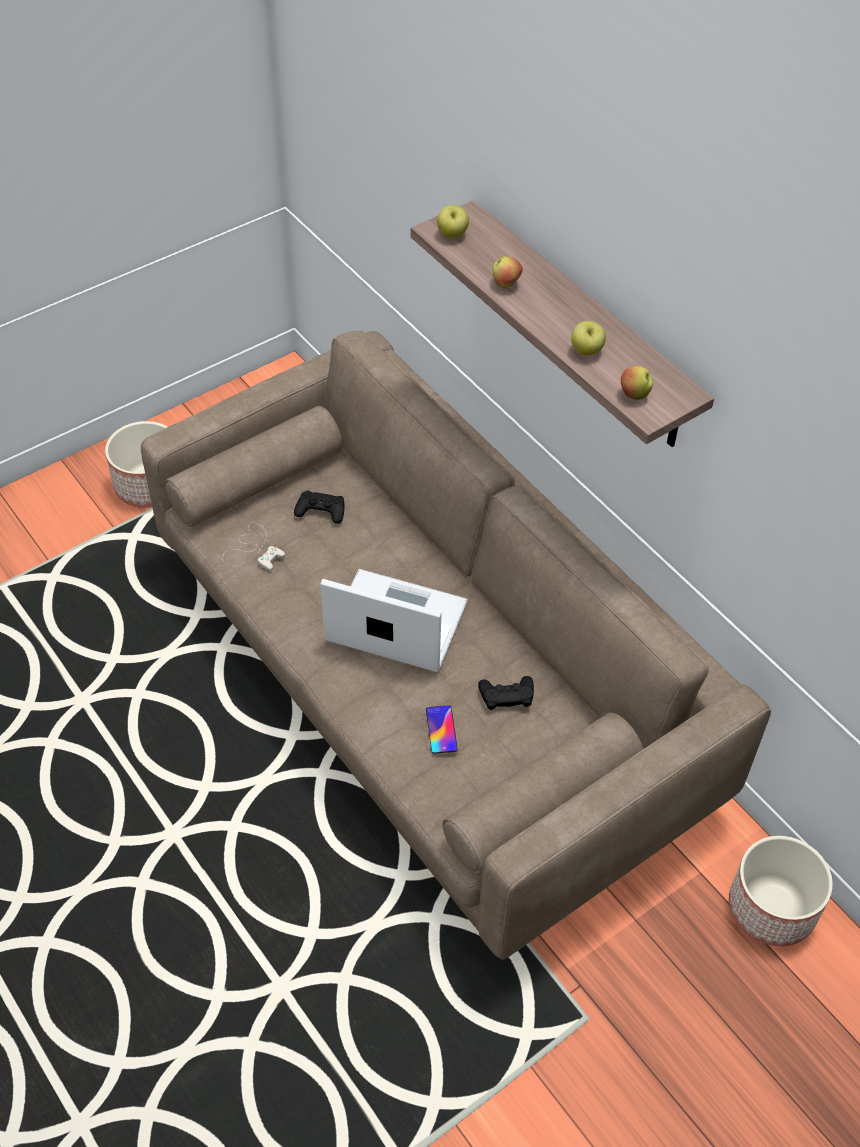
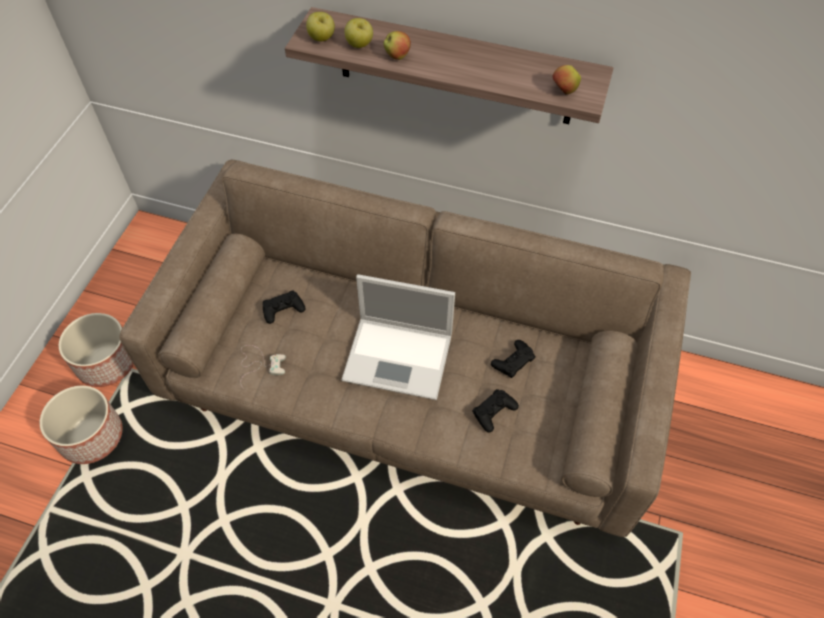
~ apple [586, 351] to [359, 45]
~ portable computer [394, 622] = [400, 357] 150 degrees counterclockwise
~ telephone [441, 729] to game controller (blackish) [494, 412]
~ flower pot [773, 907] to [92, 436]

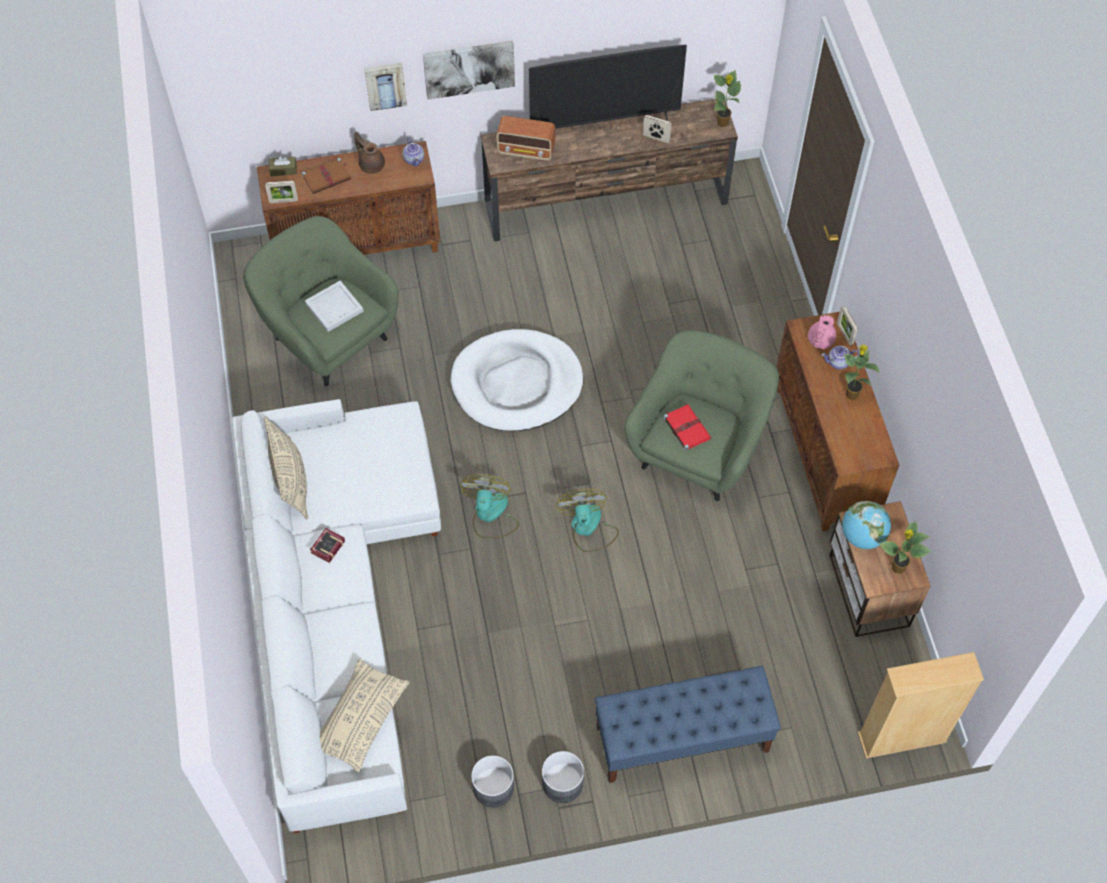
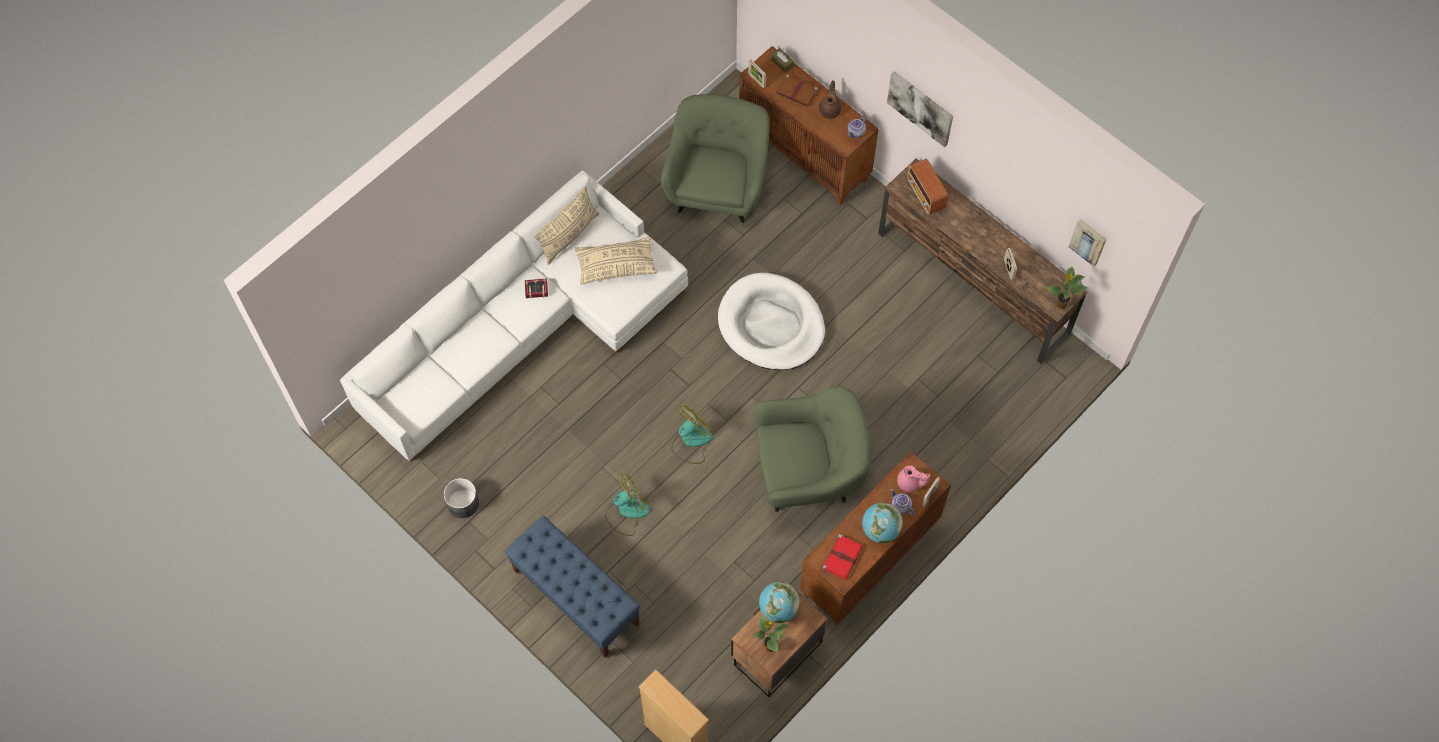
- television [604, 124]
~ wall picture [385, 85] to [1088, 241]
- carrying tray (white) [334, 307]
~ teapot (pink) [819, 340] = [910, 483] 150 degrees counterclockwise
~ plant in a pot [851, 393] to world globe [880, 530]
~ volume (reddish) [686, 427] to [842, 557]
~ fan [490, 515] to [627, 512]
~ throw pillow (beige-coloured) [360, 720] to [616, 265]
- flower pot (greyish) [562, 783]

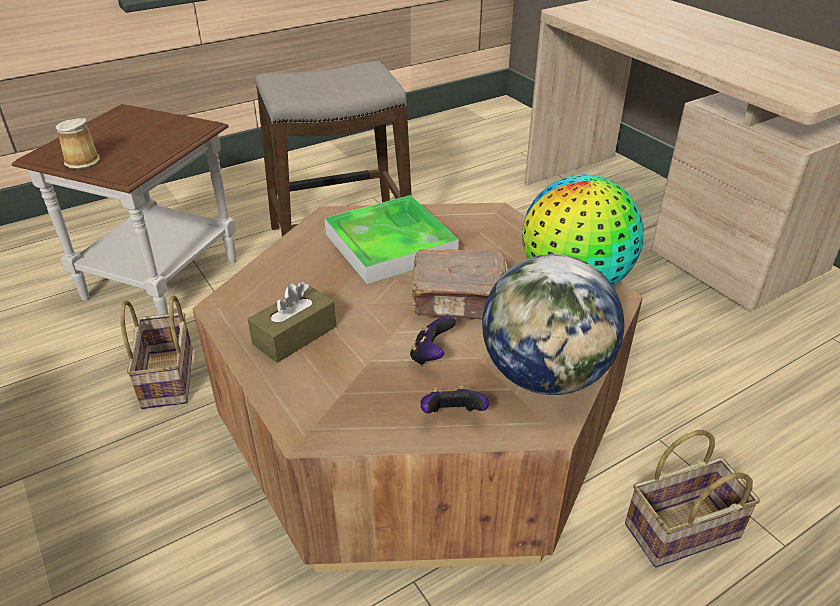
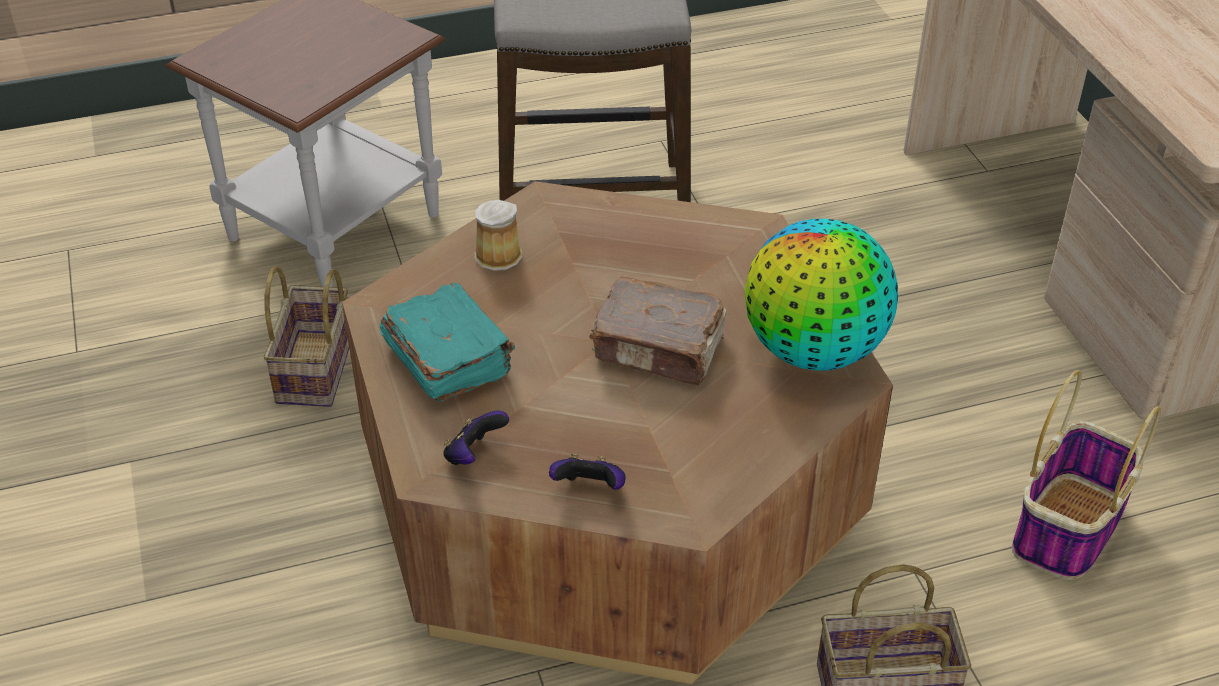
~ mug [81, 161] to [497, 254]
- carrying tray [390, 245]
- world globe [545, 376]
~ tissue box (brown-coloured) [295, 335] to volume (turquoise) [448, 358]
~ game controller [431, 355] to [474, 455]
+ basket [1067, 530]

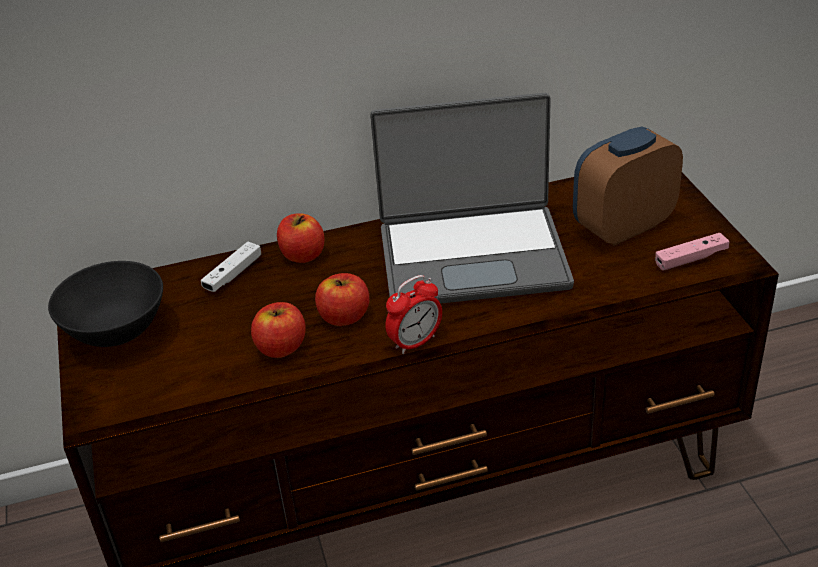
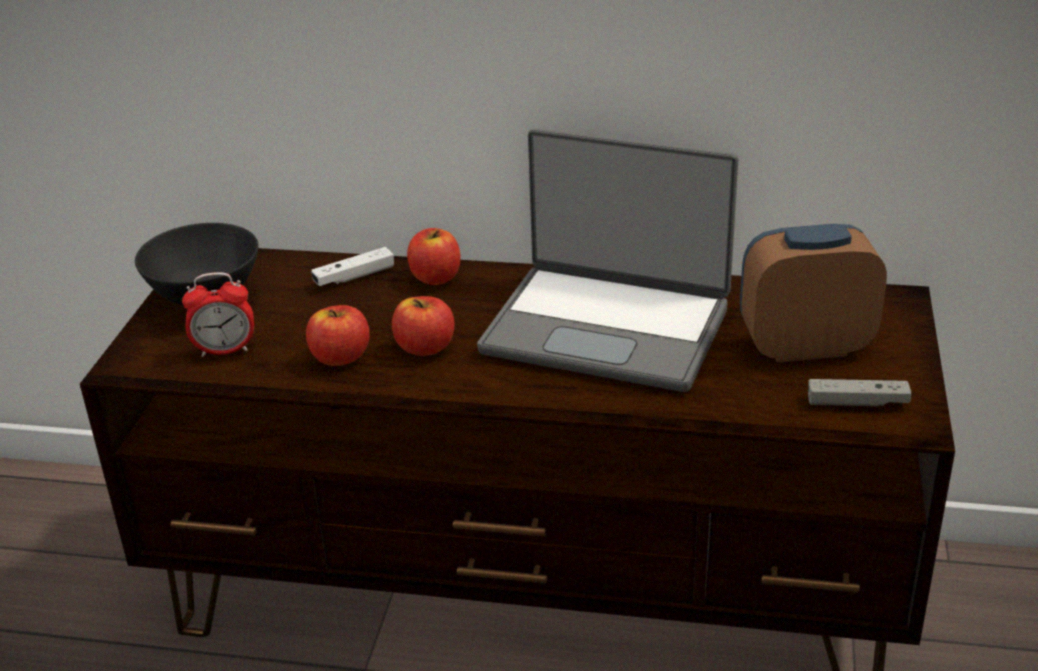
~ game controller (pink) [691, 259] to game controller (greyish) [857, 402]
~ alarm clock [415, 342] to [225, 350]

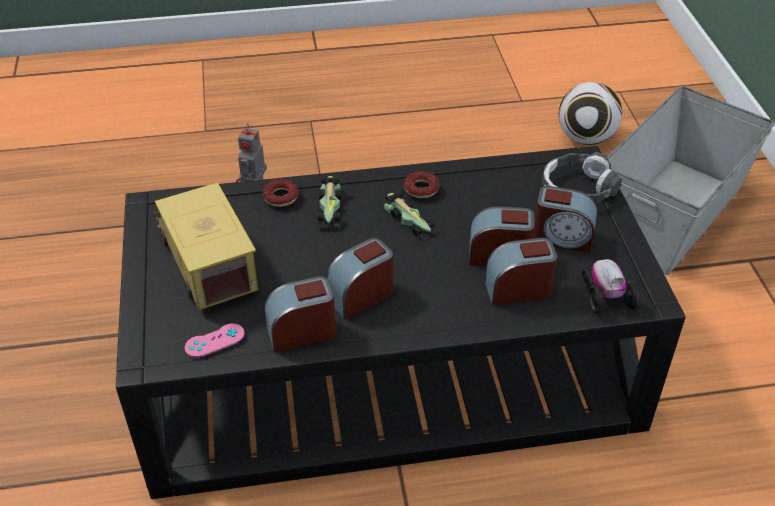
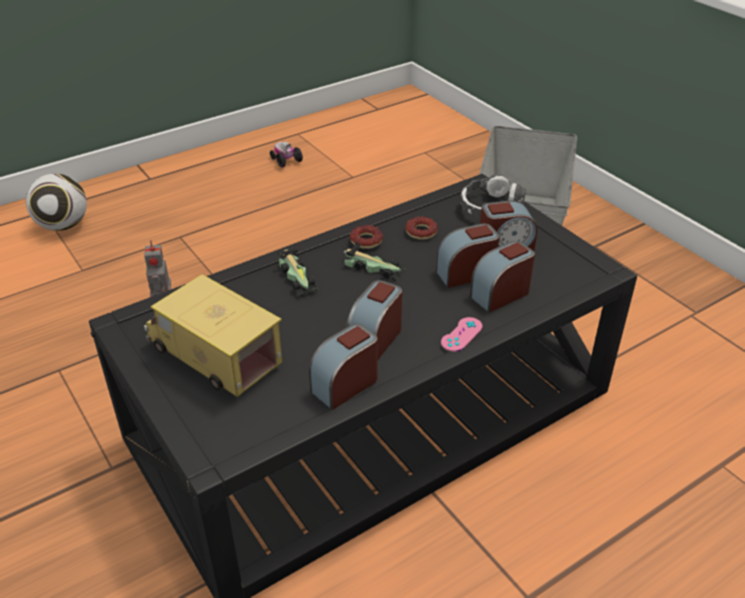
~ football [585, 138] to [63, 225]
~ ring doughnut [281, 197] to [421, 232]
~ toy car [606, 296] to [285, 161]
~ game controller (pink) [214, 341] to [461, 334]

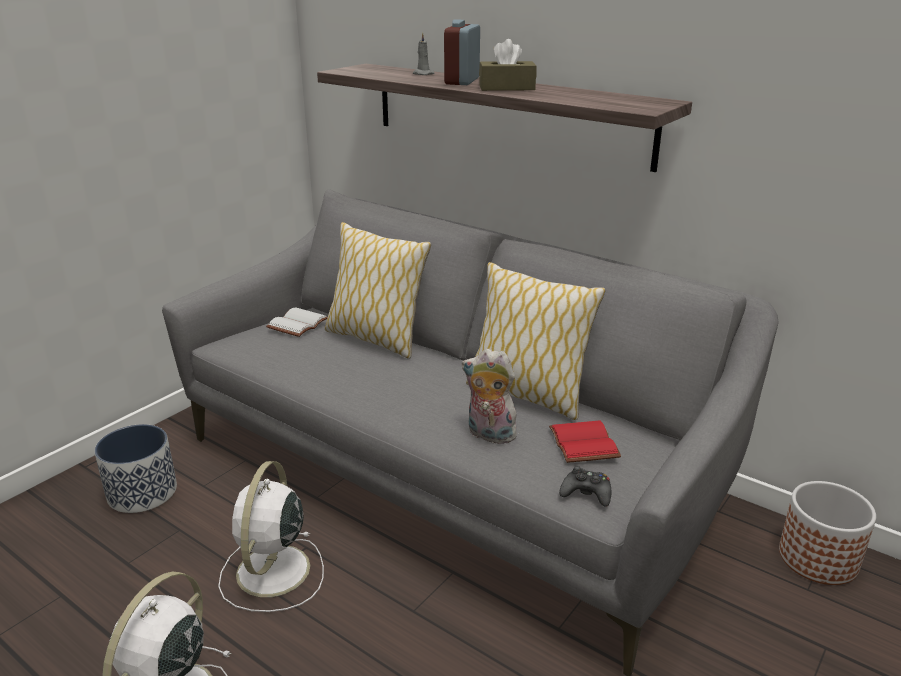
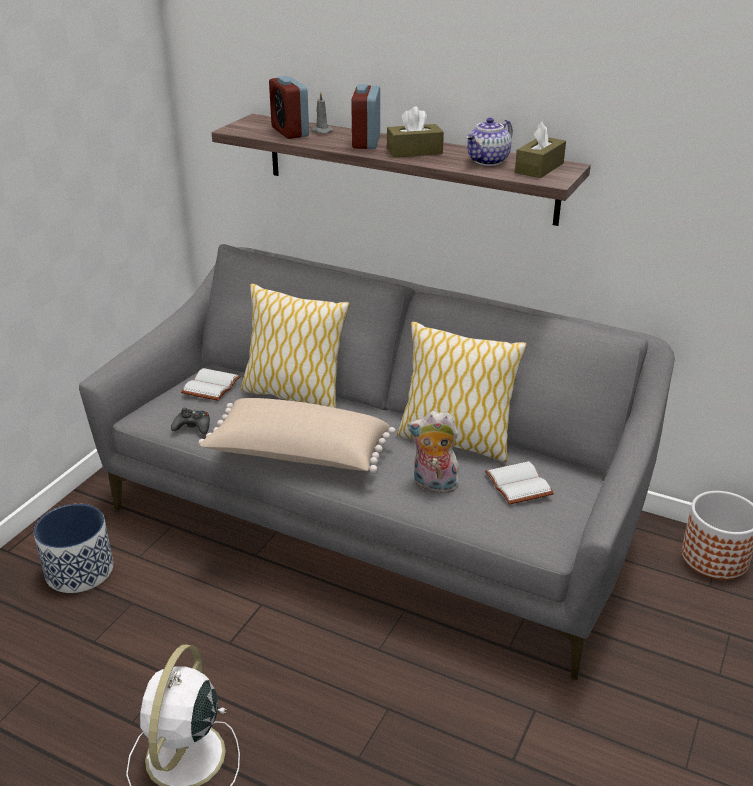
~ volume (reddish) [586, 443] to volume (white) [520, 484]
- fan (white) [272, 573]
~ game controller (blackish) [586, 493] to [193, 427]
+ alarm clock [290, 132]
+ teapot [488, 161]
+ tissue box (brown-coloured) [539, 168]
+ throw pillow (beige-coloured) [298, 456]

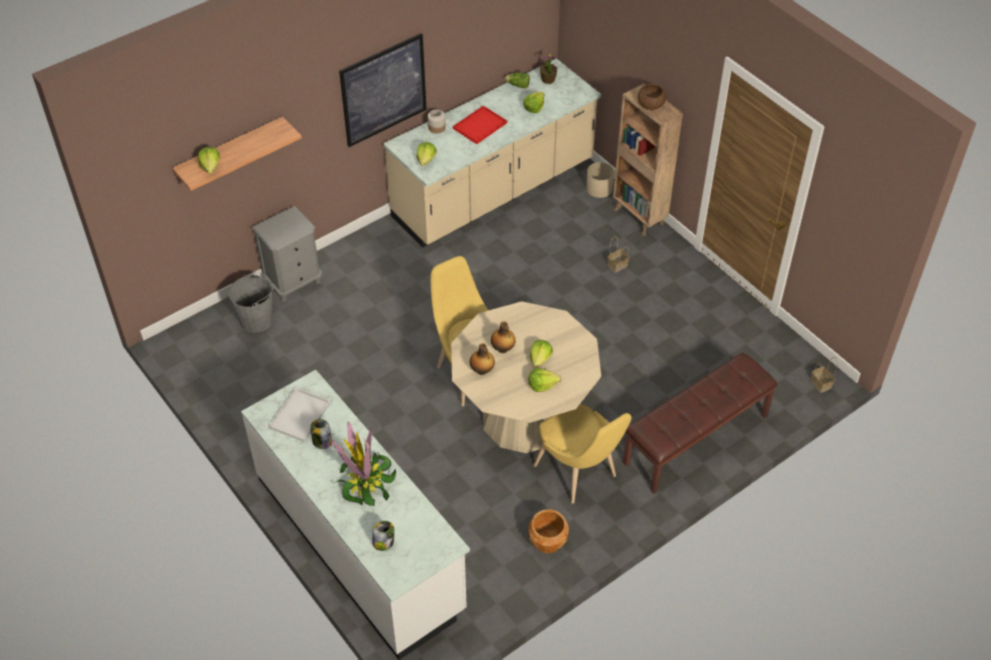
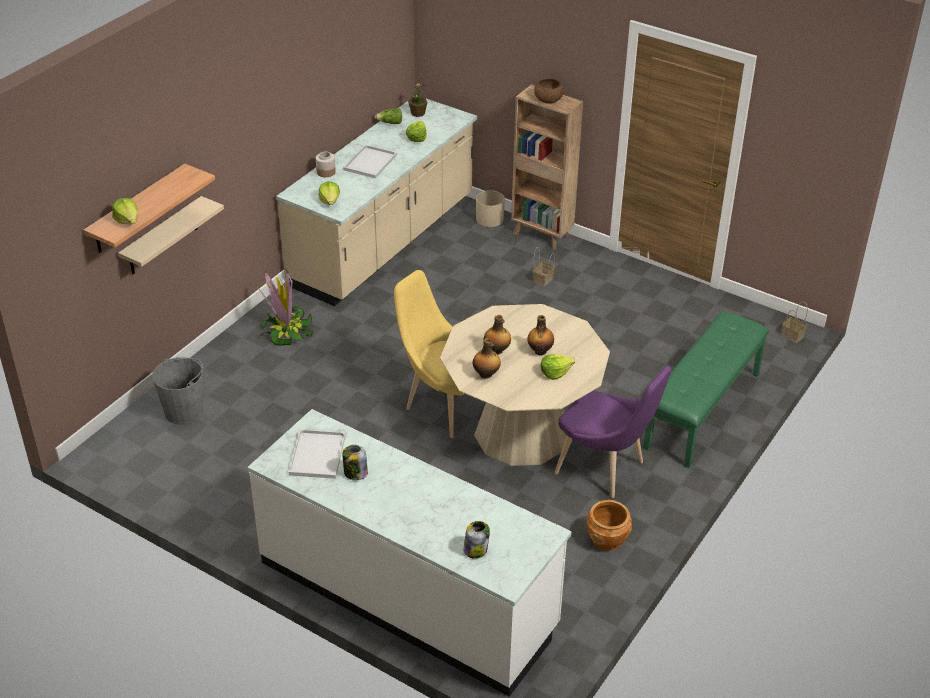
- wall picture [383, 90]
~ carrying tray (reddish) [479, 126] to carrying tray (white) [370, 163]
- bedside table (greyish) [293, 281]
~ lettuce head [540, 359] to beverage bottle [540, 351]
~ indoor bench (brown-coloured) [696, 439] to indoor bench (green-coloured) [703, 411]
~ chair (yellowish) [579, 474] to chair (purplish) [605, 469]
~ plant in a pot [365, 482] to [286, 331]
+ bracket shelf (beige-coloured) [162, 237]

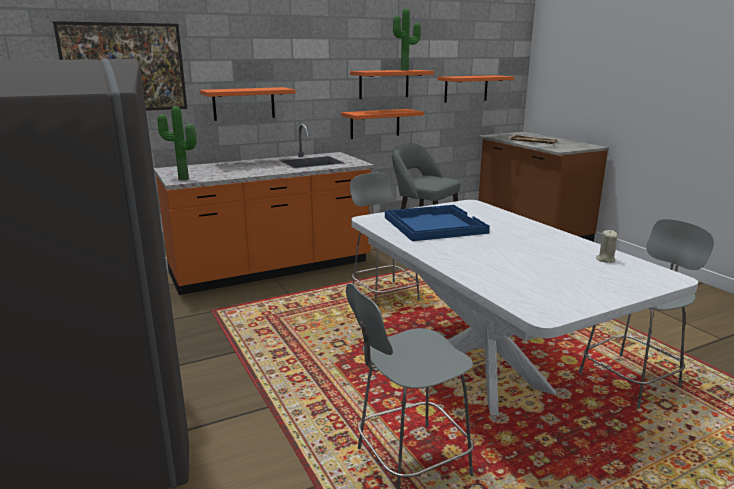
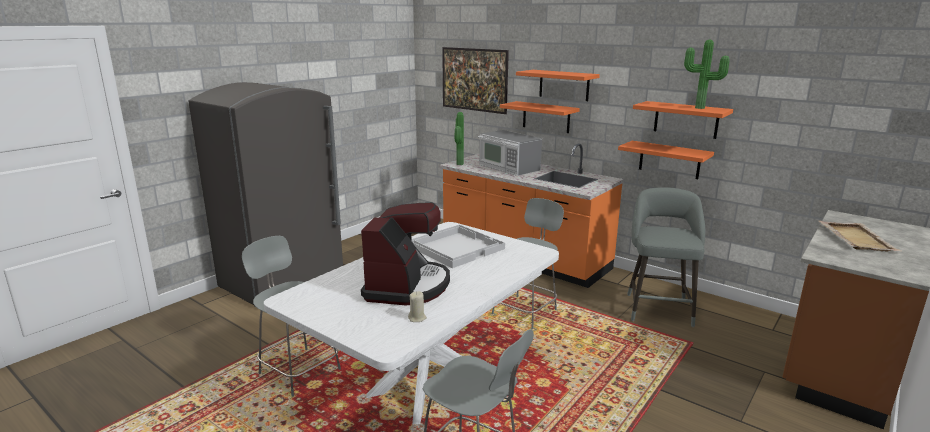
~ bracket shelf (orange-coloured) [466, 88] to [564, 85]
~ carrying tray (blue-coloured) [433, 225] to carrying tray (white) [456, 247]
+ microwave [508, 167]
+ coffee brewer [407, 286]

